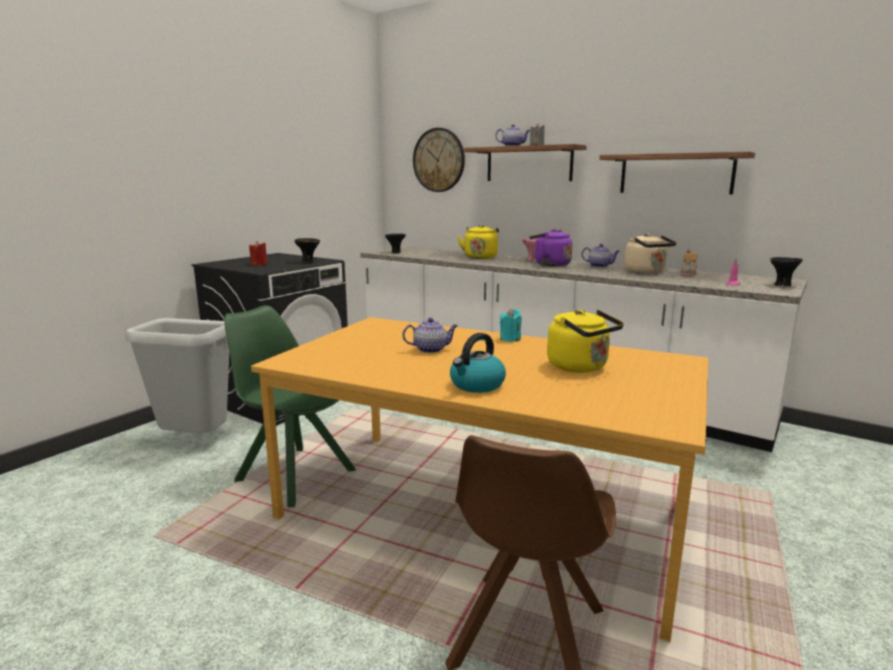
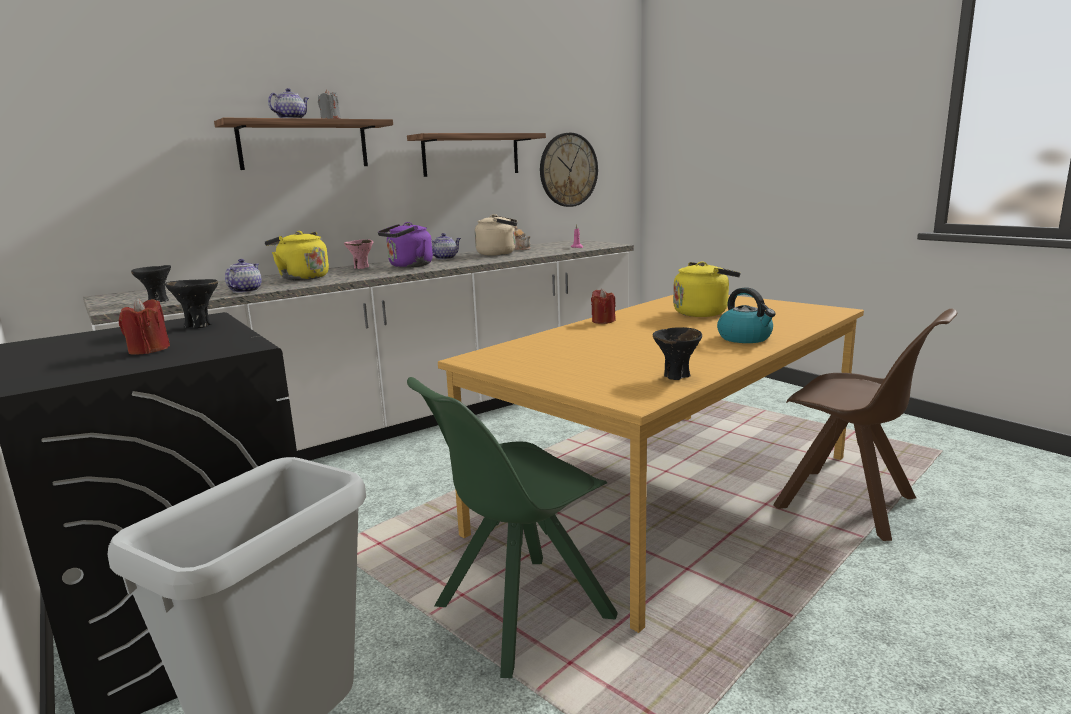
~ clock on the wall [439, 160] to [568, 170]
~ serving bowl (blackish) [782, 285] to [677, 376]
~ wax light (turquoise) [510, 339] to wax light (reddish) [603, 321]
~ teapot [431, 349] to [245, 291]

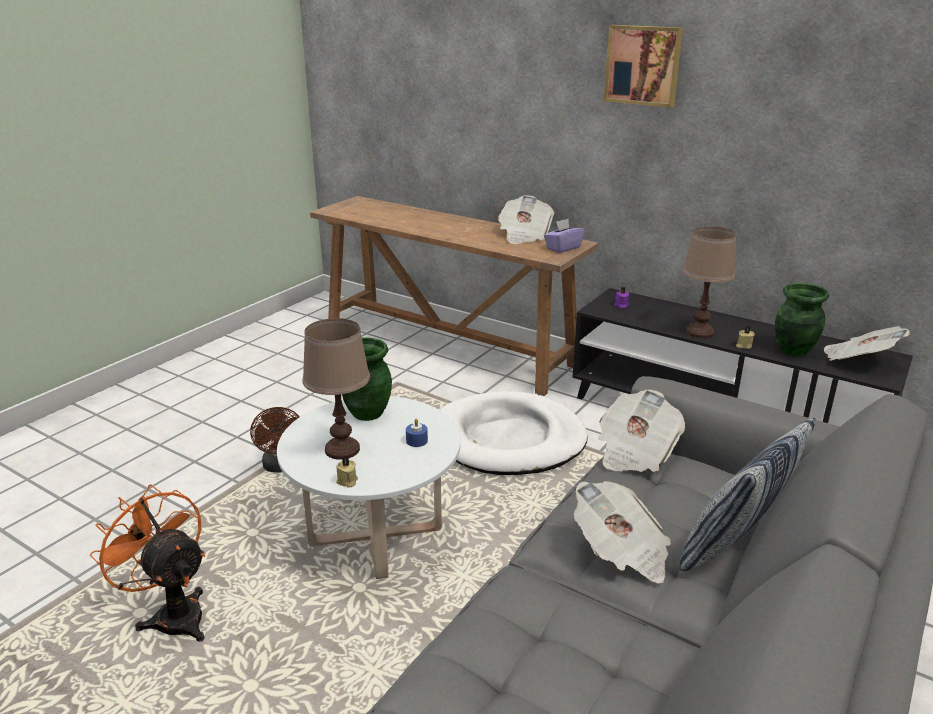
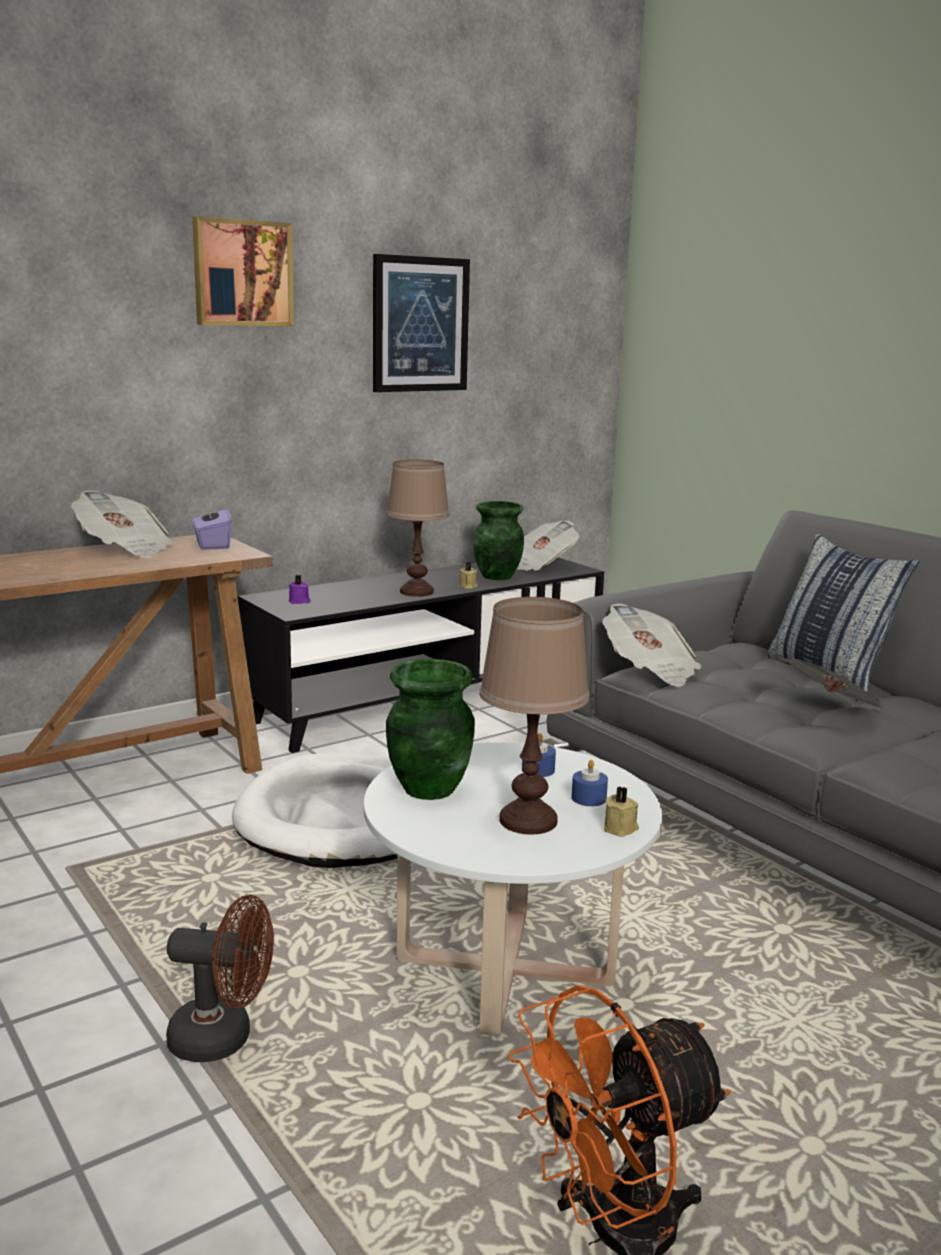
+ wall picture [420, 324]
+ wax light (blue-coloured) [588, 798]

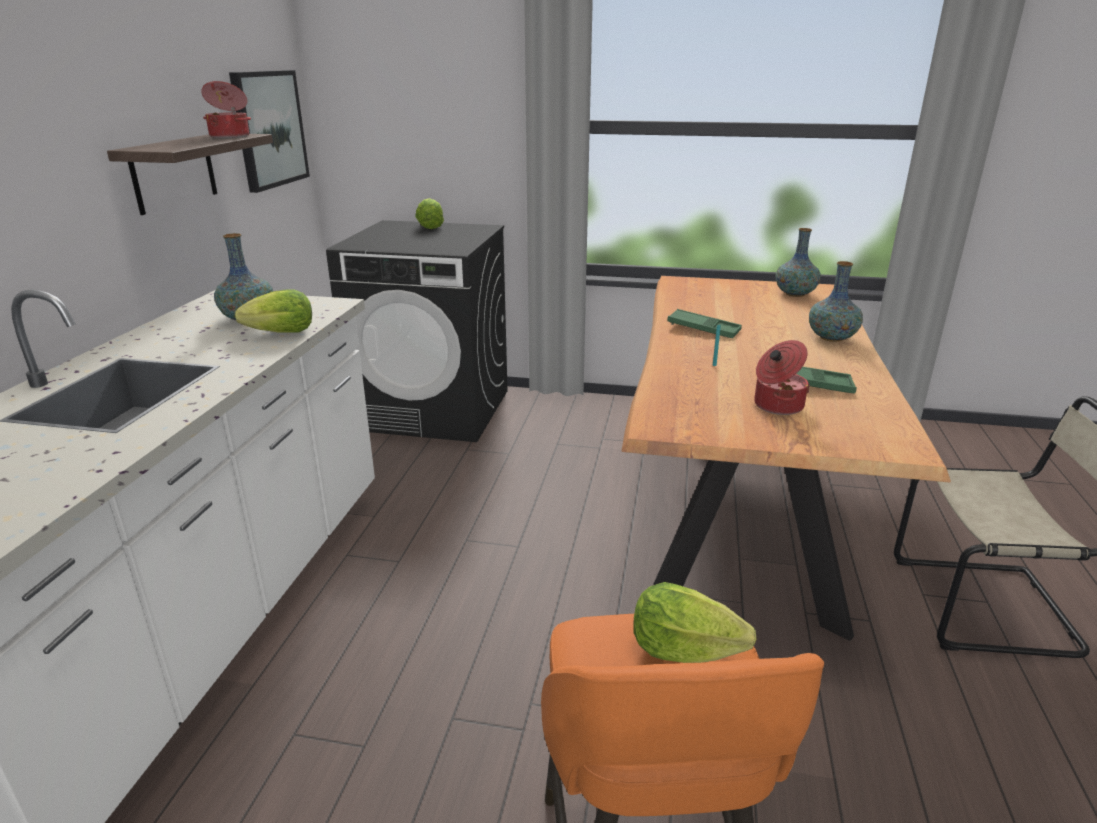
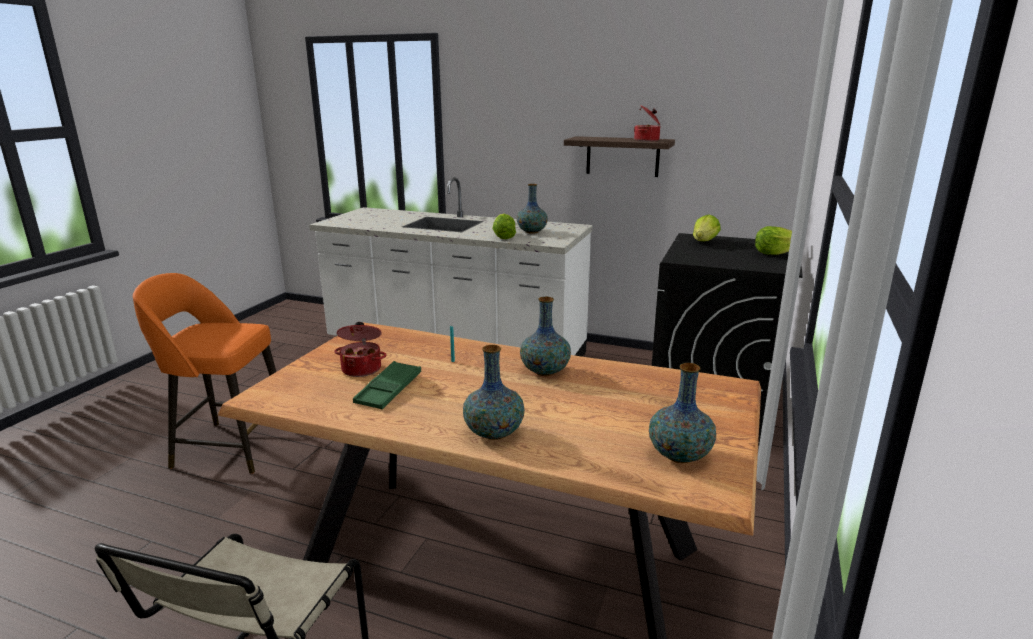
- wall picture [269, 129]
~ carrying tray (green-coloured) [703, 329] to decorative vase [545, 371]
~ lettuce head [683, 650] to [704, 242]

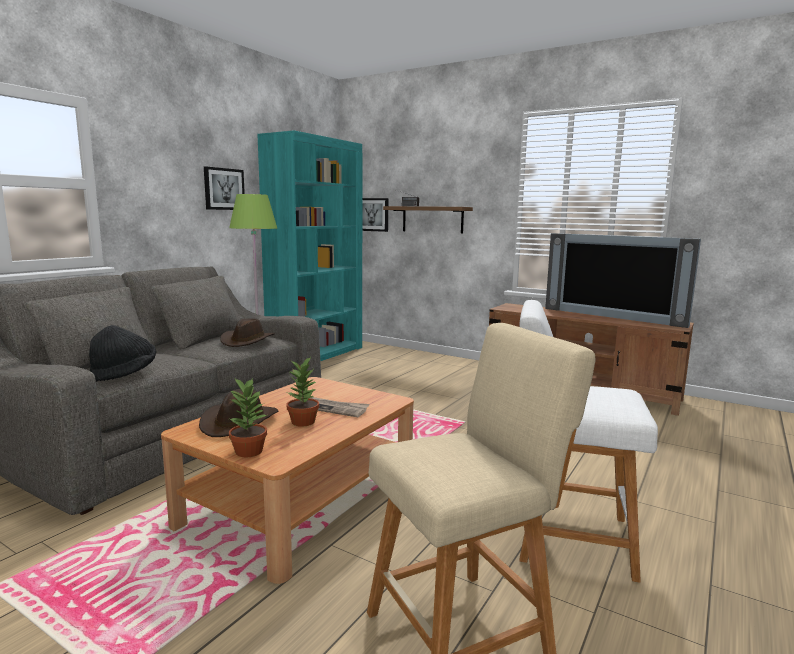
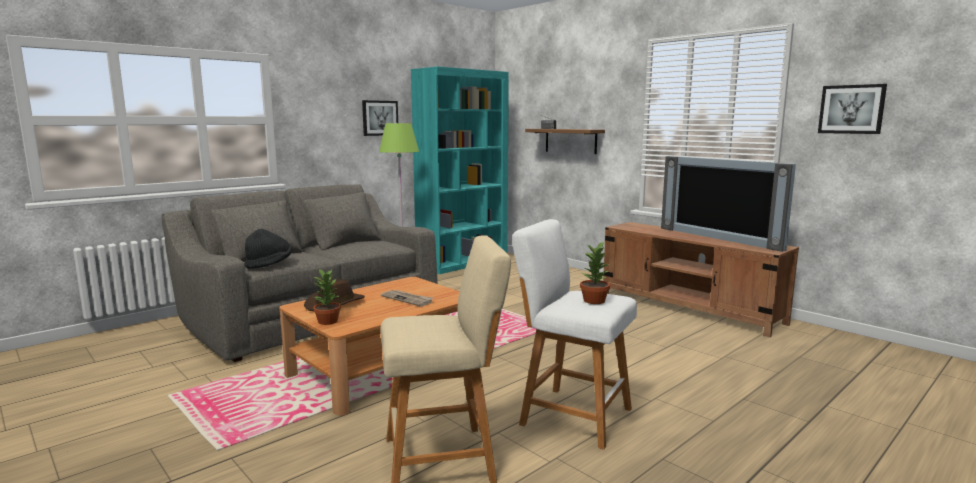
~ wall picture [372, 214] to [851, 109]
- clothing hat (brown-coloured) [247, 341]
~ plant in a pot [304, 422] to [594, 301]

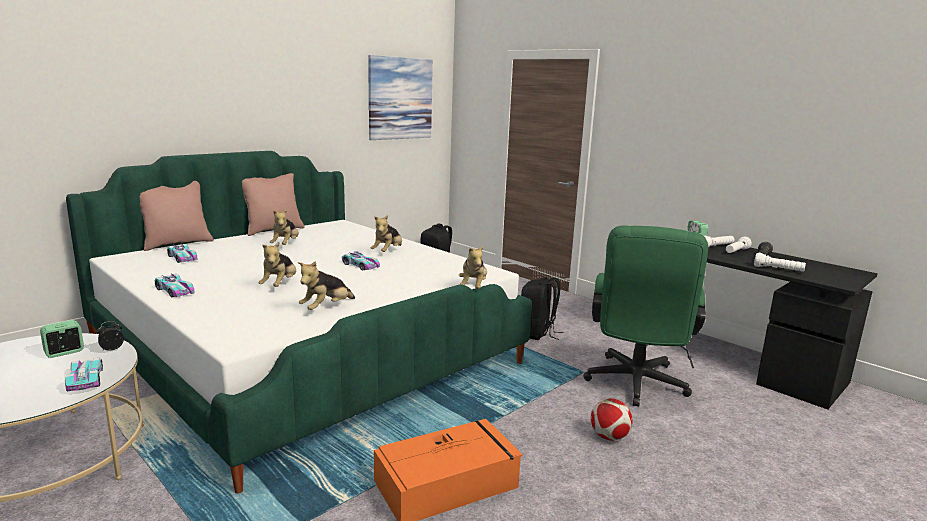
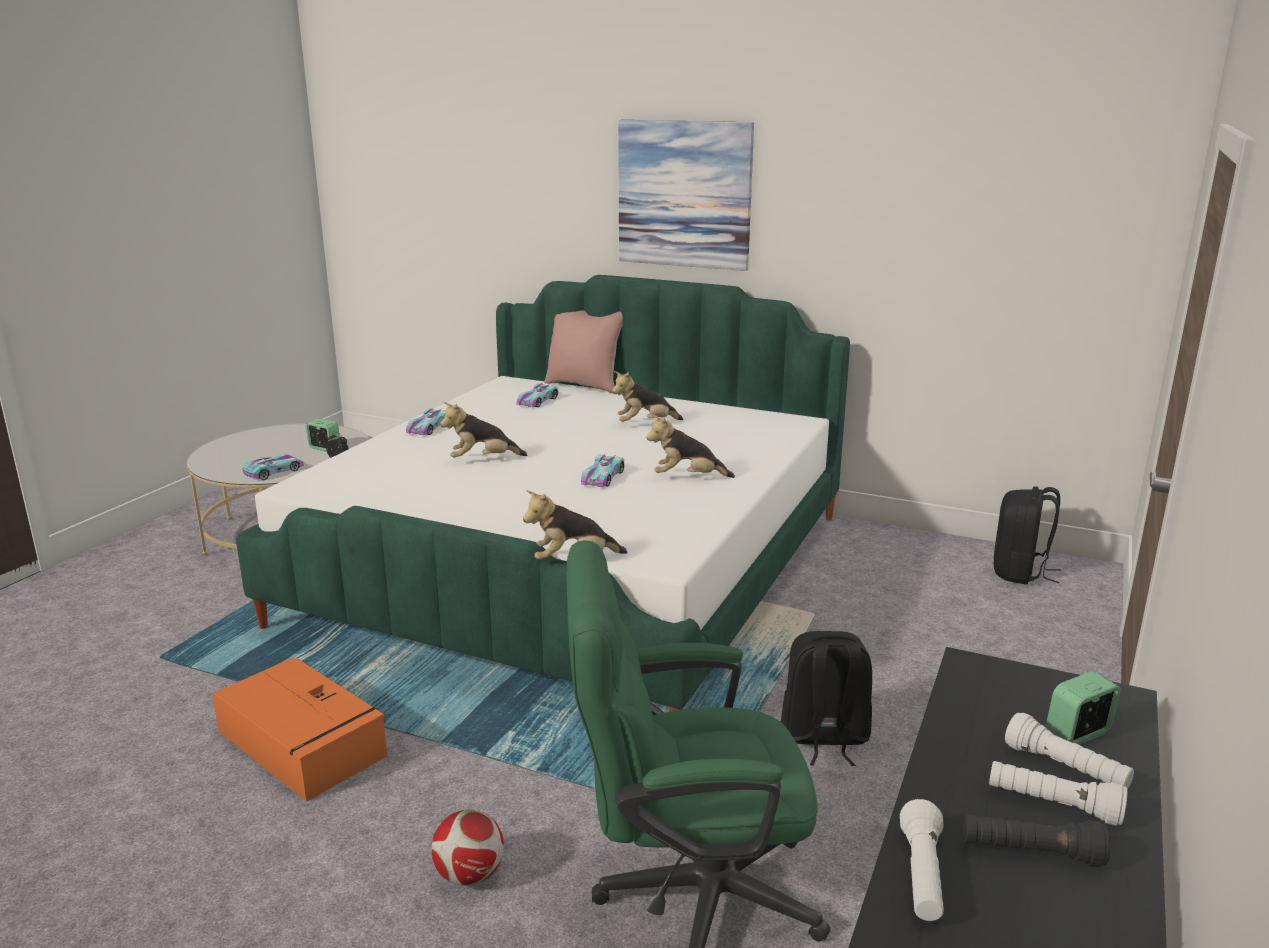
~ wall picture [400, 98] to [684, 194]
- throw pillow (pink) [273, 230]
- soft toy [326, 308]

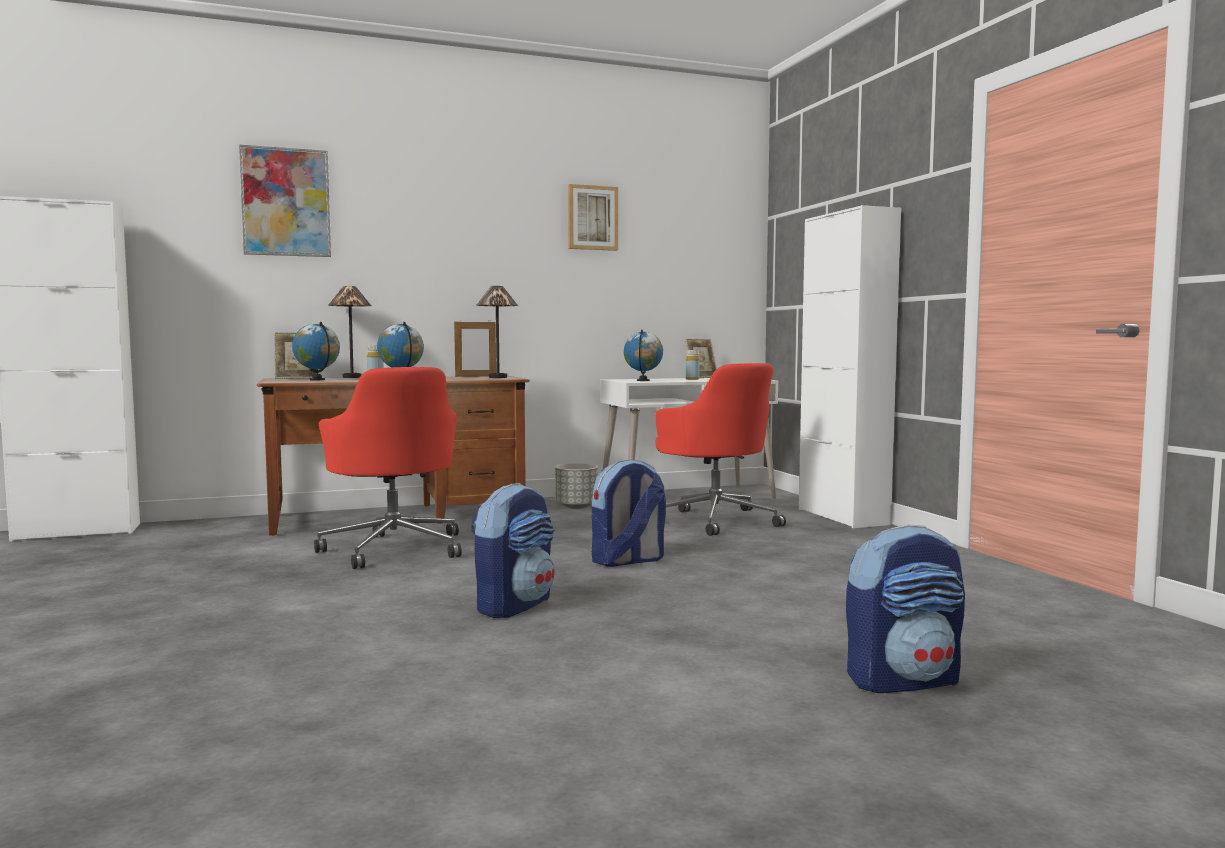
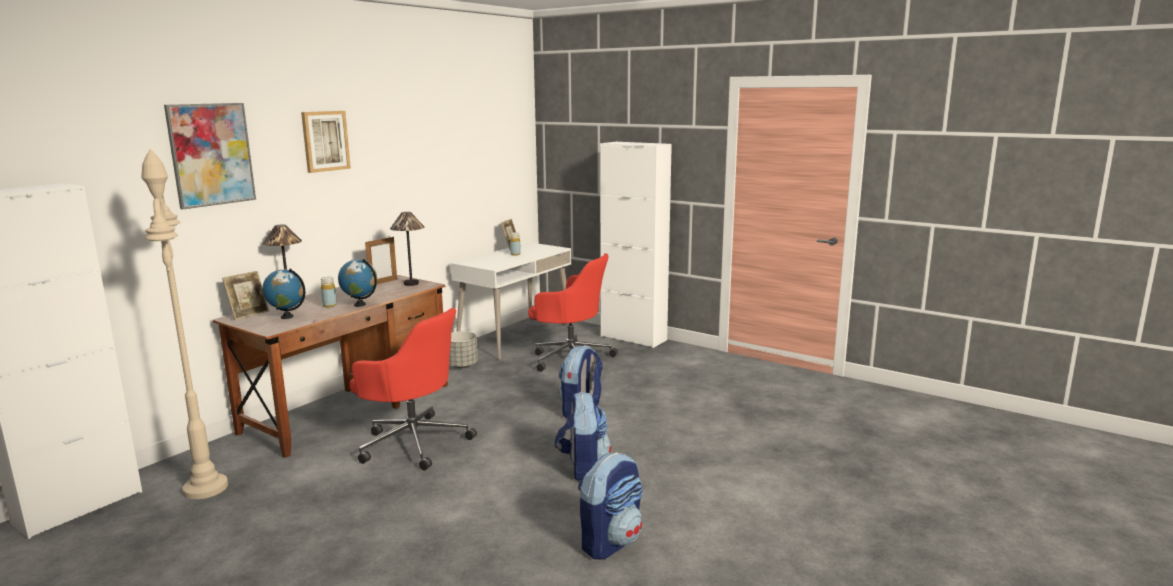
~ wall picture [592, 218] to [325, 141]
- world globe [643, 380]
~ knapsack [903, 680] to [610, 541]
+ standard lamp (beige-coloured) [205, 488]

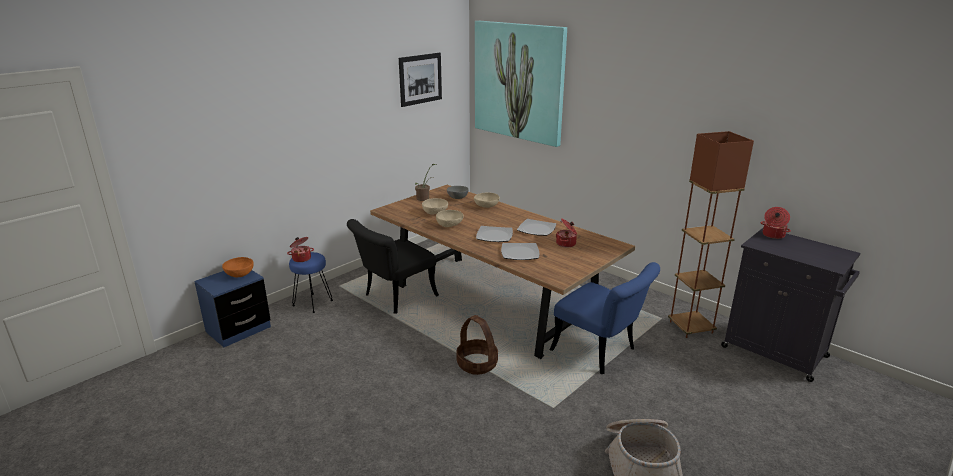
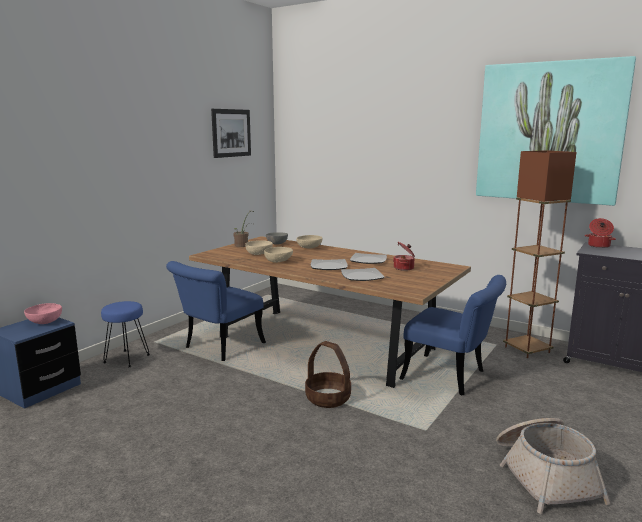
~ wall picture [519, 81] to [549, 132]
~ chair (blackish) [394, 298] to chair (blue-coloured) [218, 348]
- cooking pot [301, 258]
~ serving bowl (orange-coloured) [239, 274] to serving bowl (pink) [44, 322]

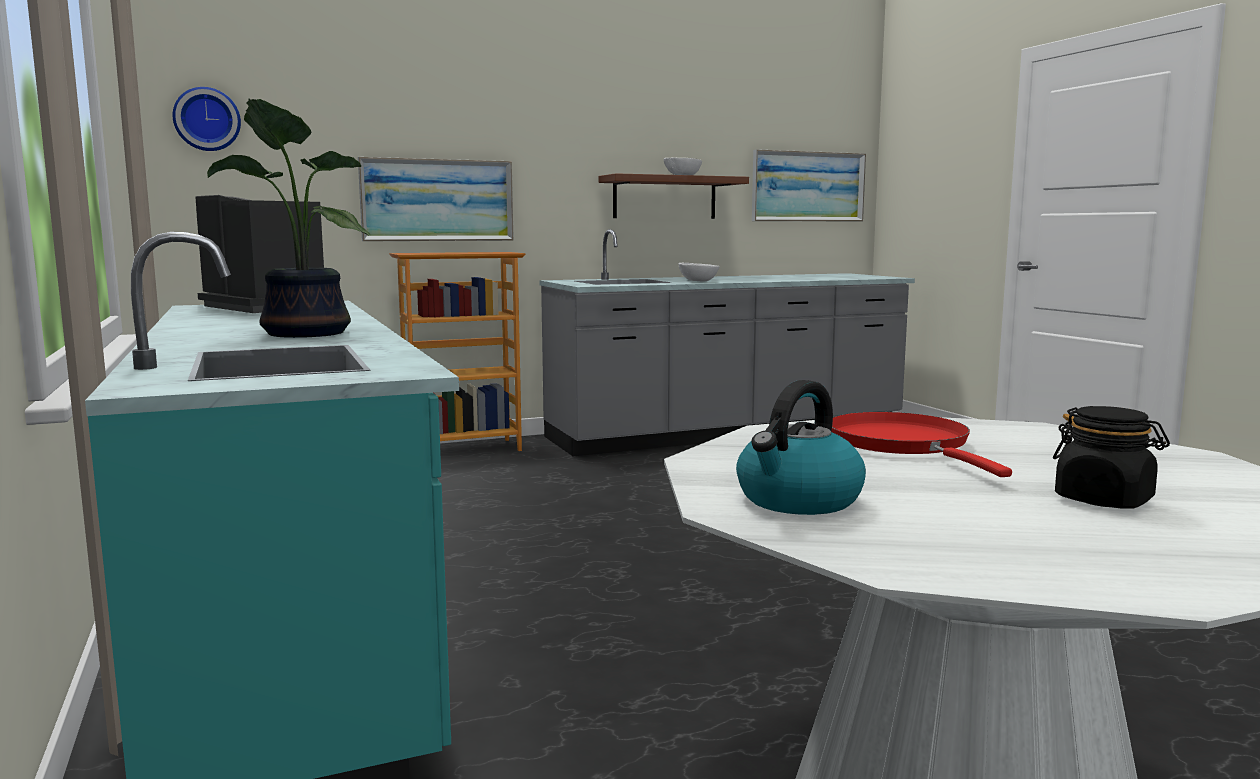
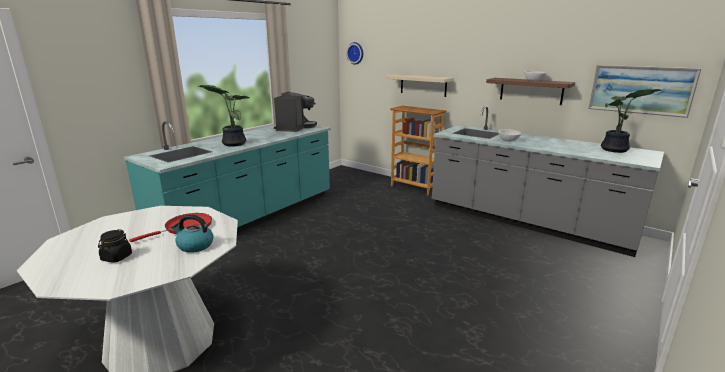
~ wall picture [437, 200] to bracket shelf (beige-coloured) [423, 85]
~ water kettle [798, 500] to [195, 246]
+ plant in a pot [614, 150]

